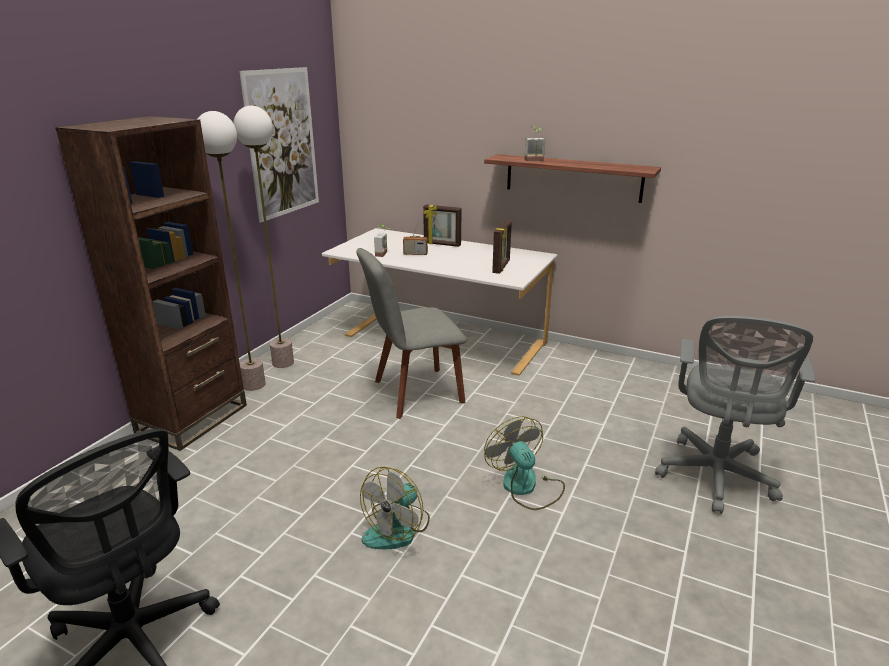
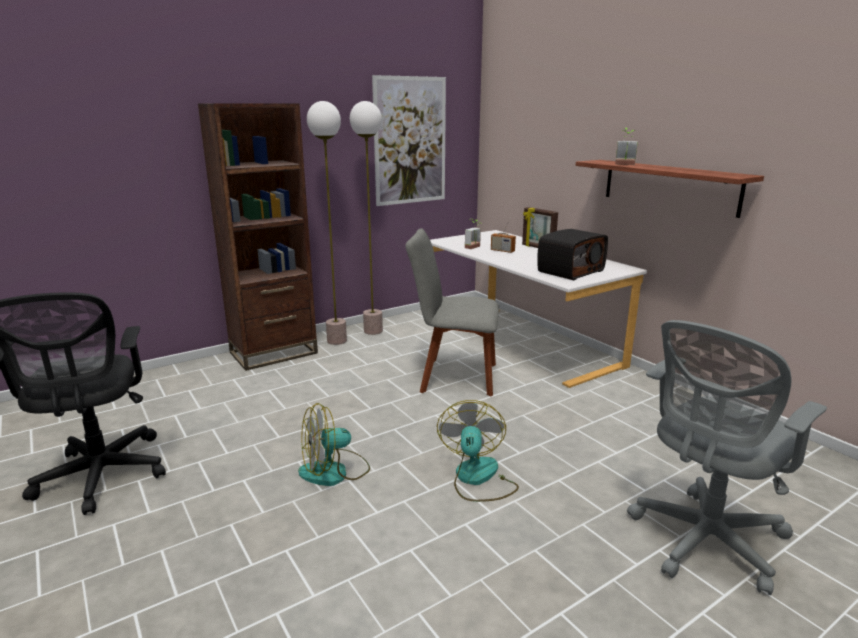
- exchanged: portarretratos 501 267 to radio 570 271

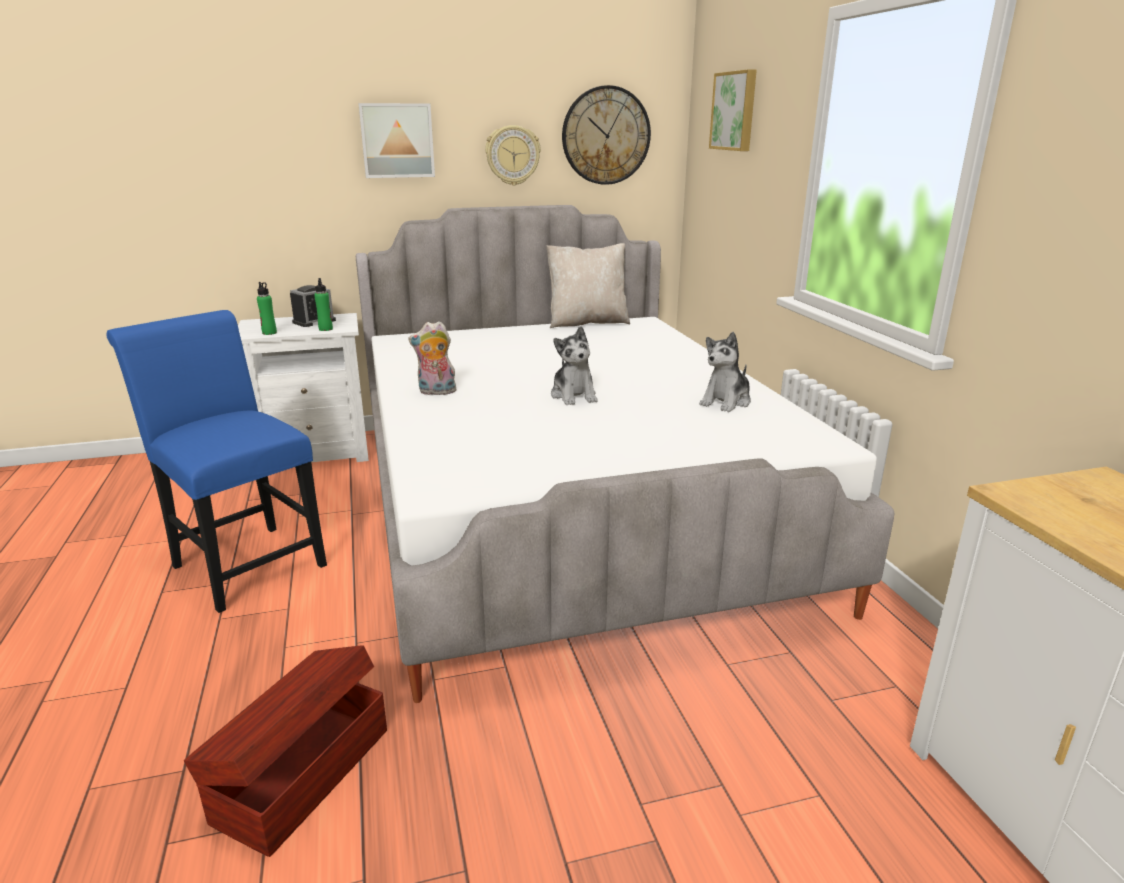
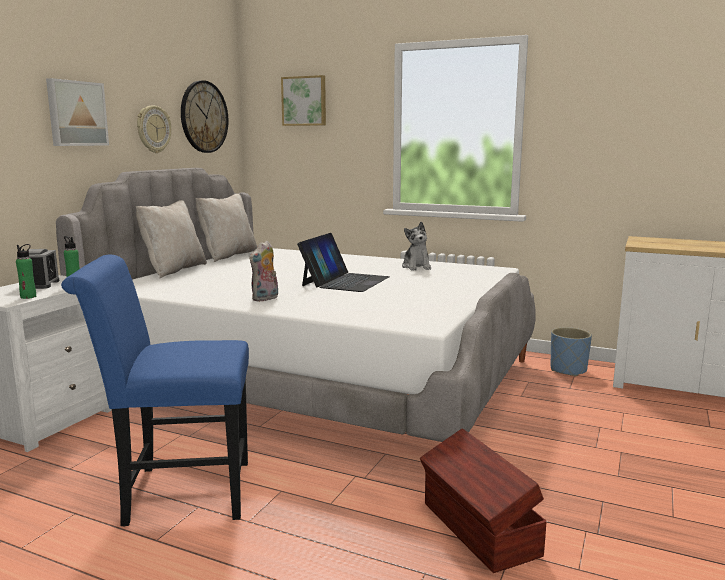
- appeared: cojín [beis] 173 270
- appeared: maceta [azul] 568 370
- exchanged: peluche 574 395 to portátil 345 281

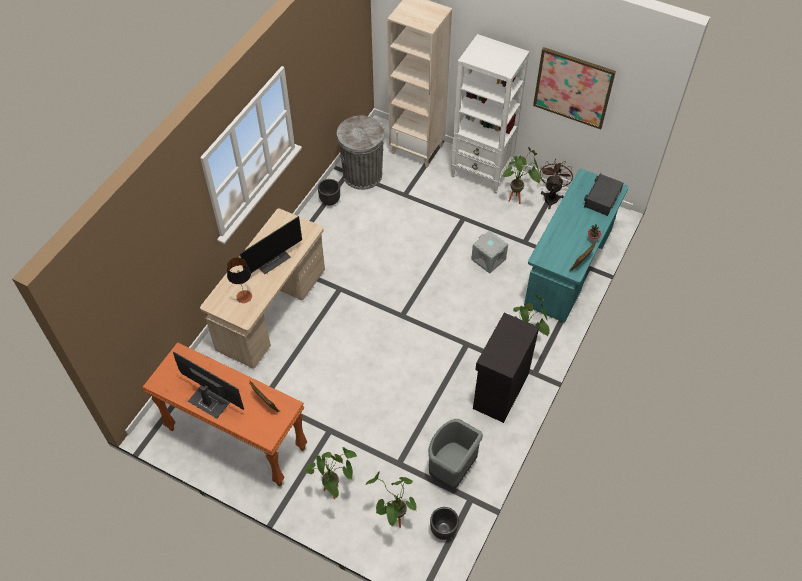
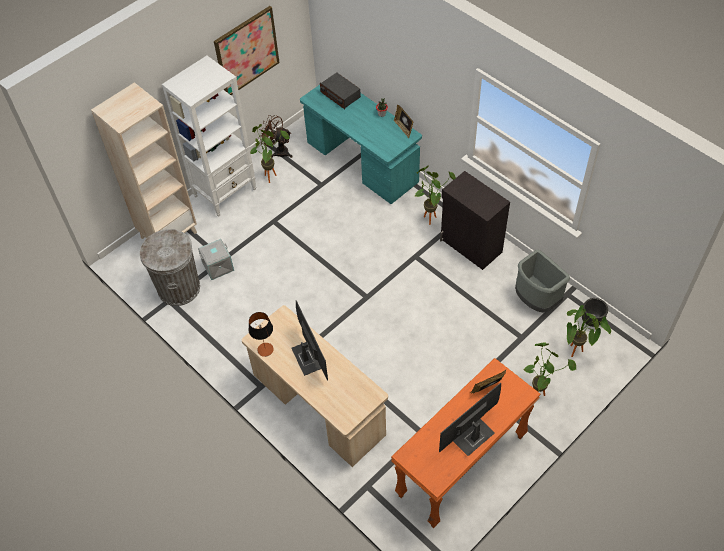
- missing: maceta [negro] 330 200
- relocated: lámpara de mesa 244 296 to 265 349
- relocated: caja de almacenaje [gris] 488 259 to 218 267

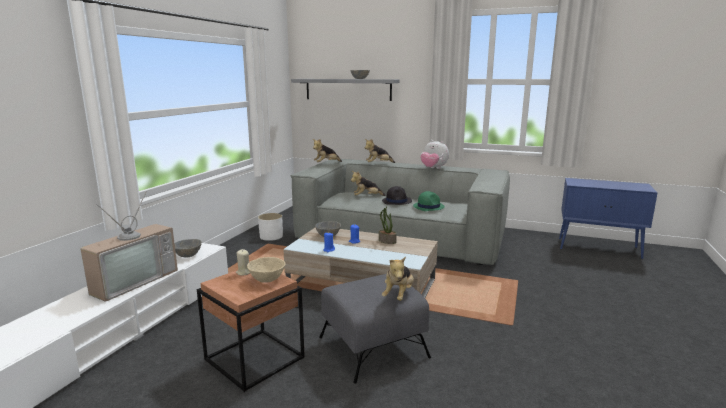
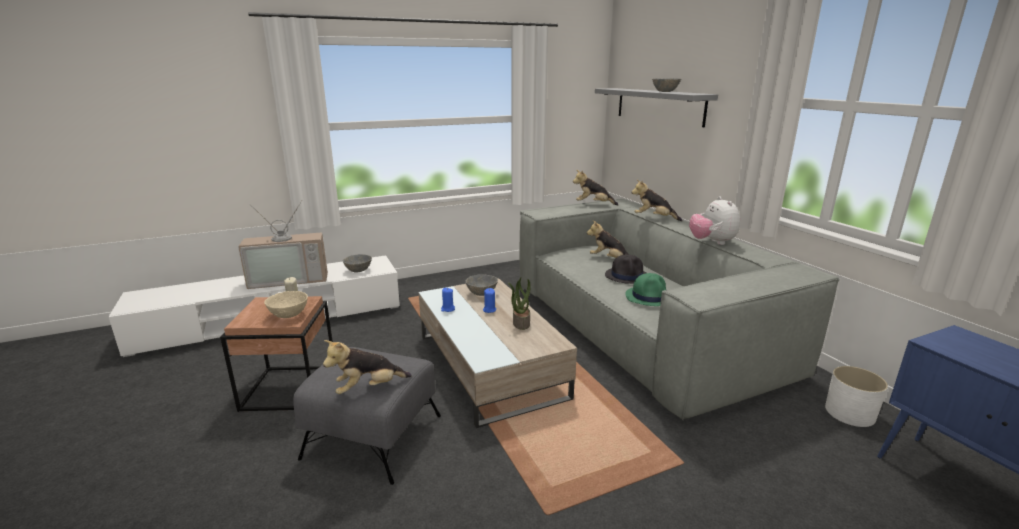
- relocated: maceta [blanco] 271 236 to 850 413

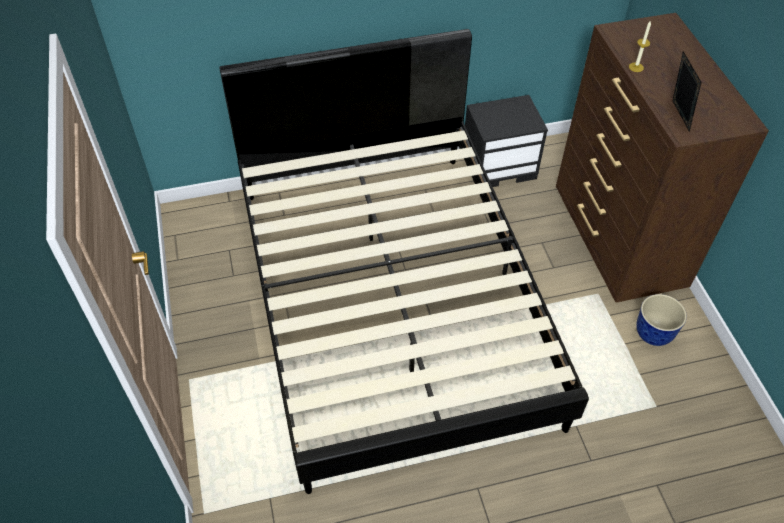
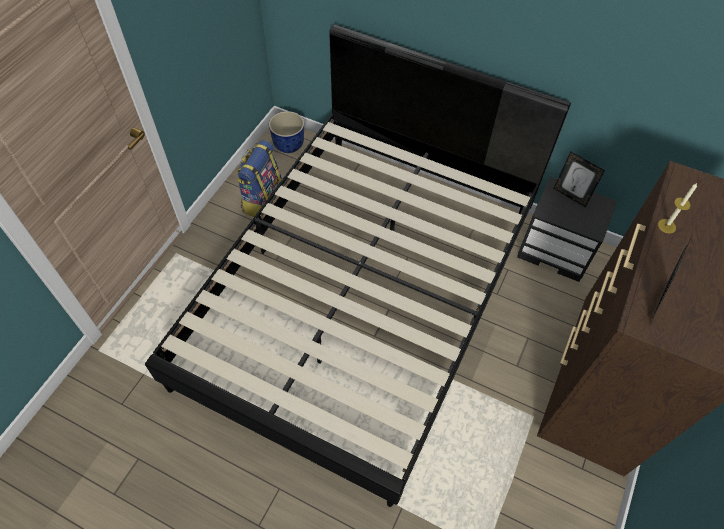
- appeared: mochila 262 200
- appeared: portarretratos 570 196
- relocated: maceta 653 334 to 289 146

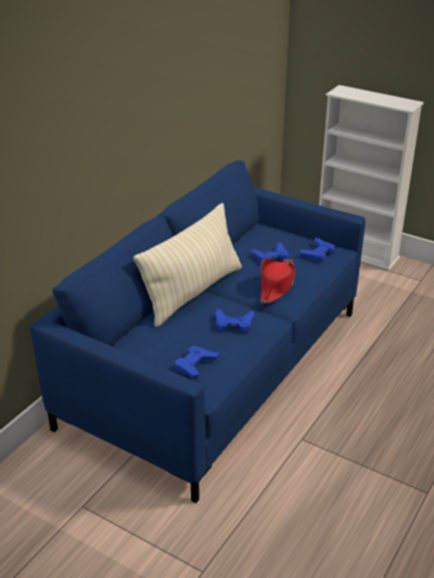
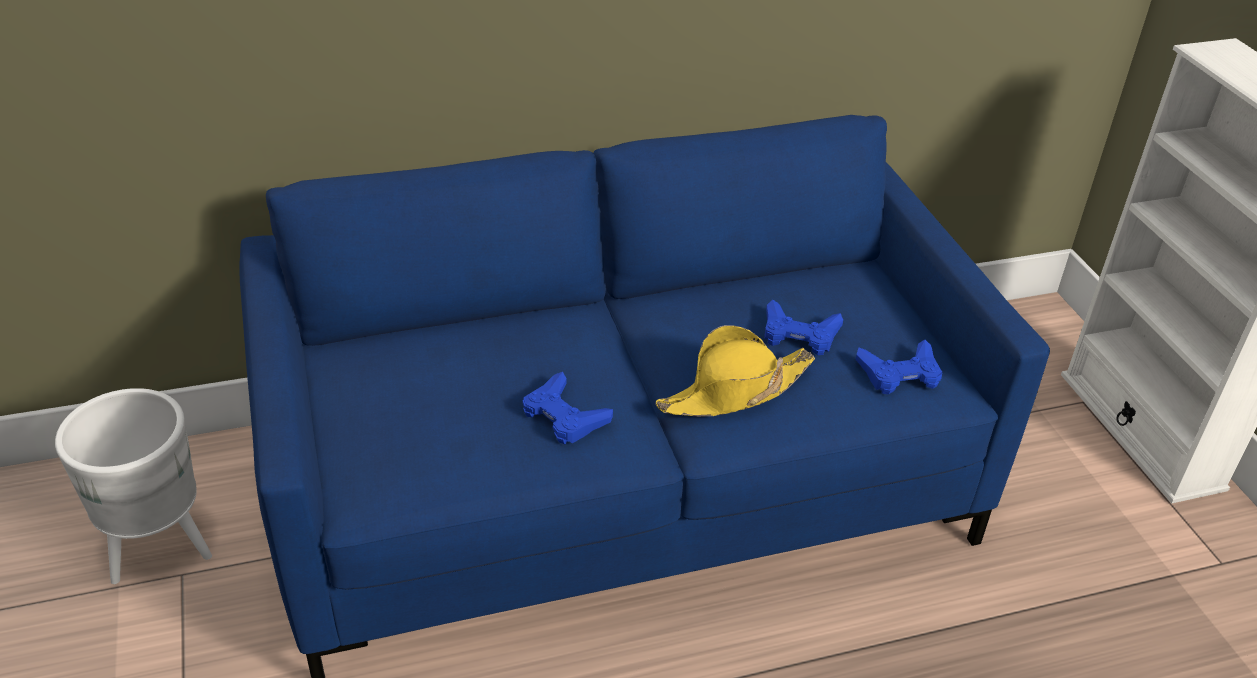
- missing: cojín [beis] 193 292
- missing: mando de consola [azul] 195 365
- appeared: maceta [blanco] 160 552
- colour: sombrero [rojo] 276 285 to sombrero [amarillo] 735 391

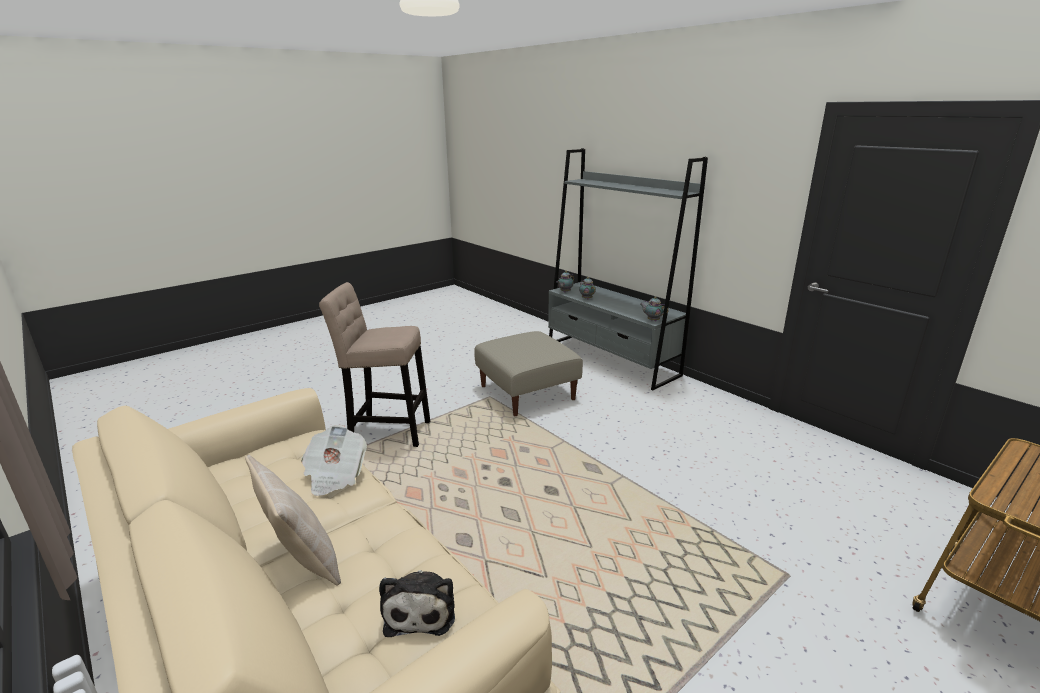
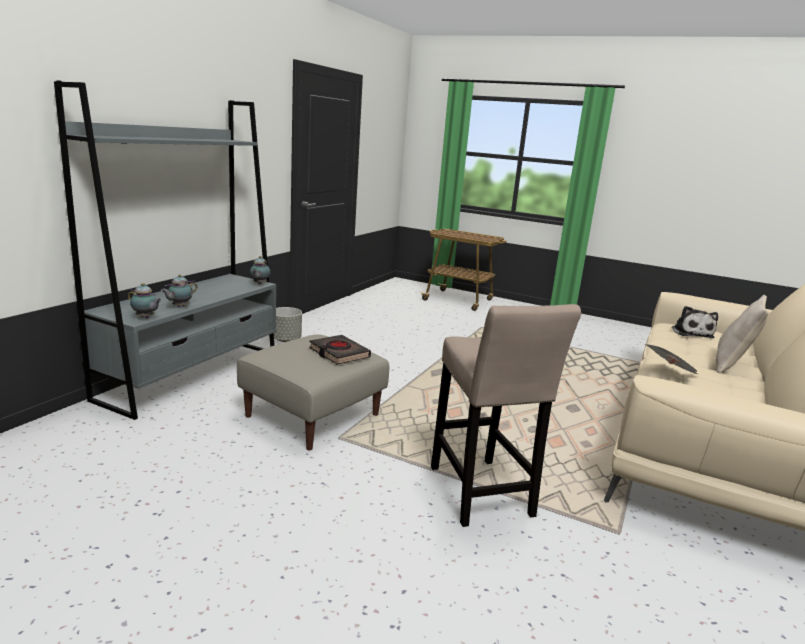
- appeared: maceta [gris] 285 339
- appeared: libro [negro] 339 353
- spun: peluche 420 609 = 691 333 120 degrees clockwise

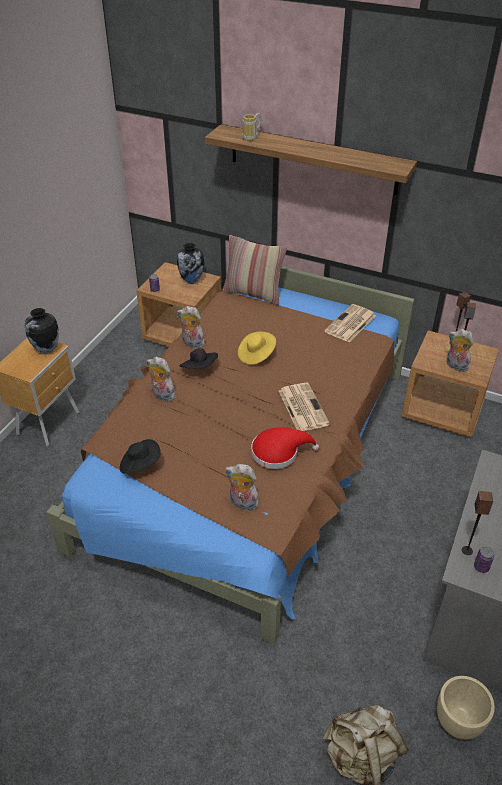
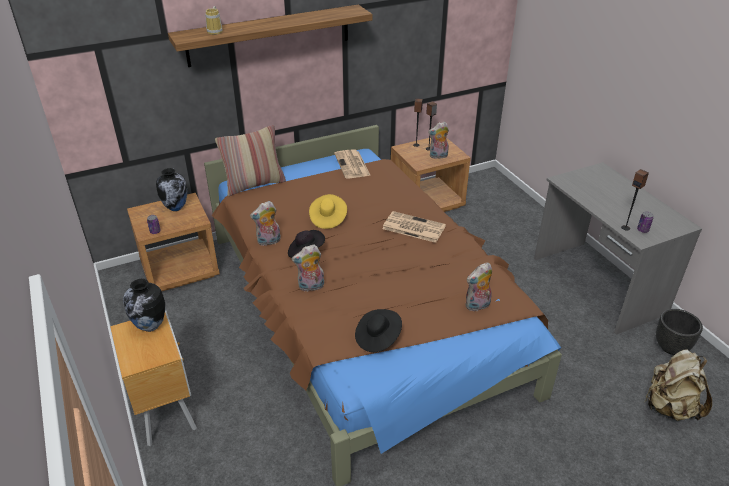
- missing: sombrero [rojo] 278 452
- colour: maceta [beis] 457 722 to maceta [negro] 671 348

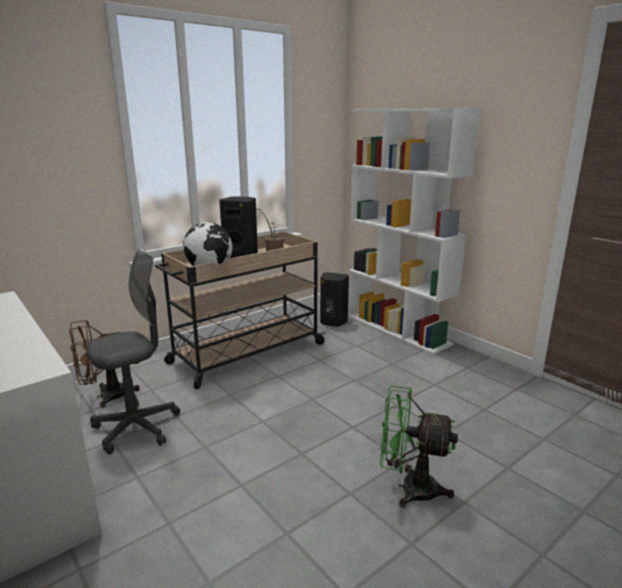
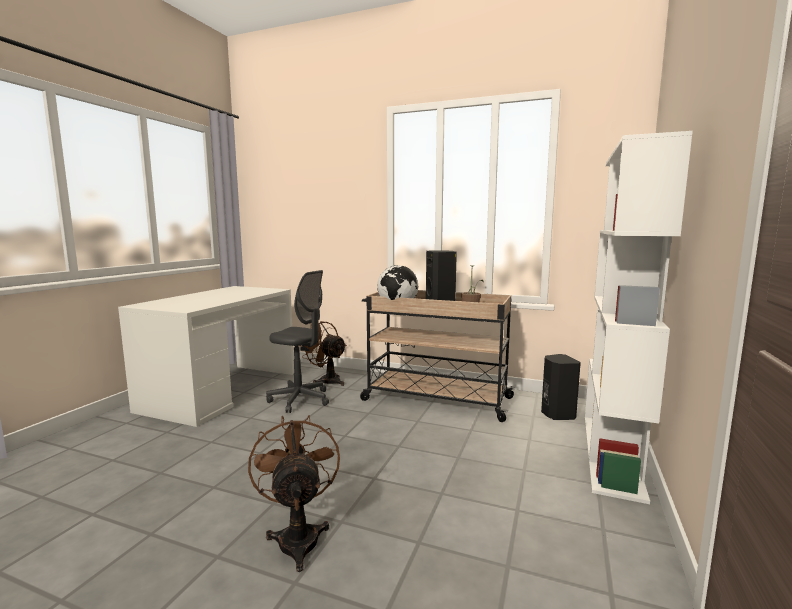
- colour: ventilador [verde] 409 488 to ventilador [marrón] 298 536

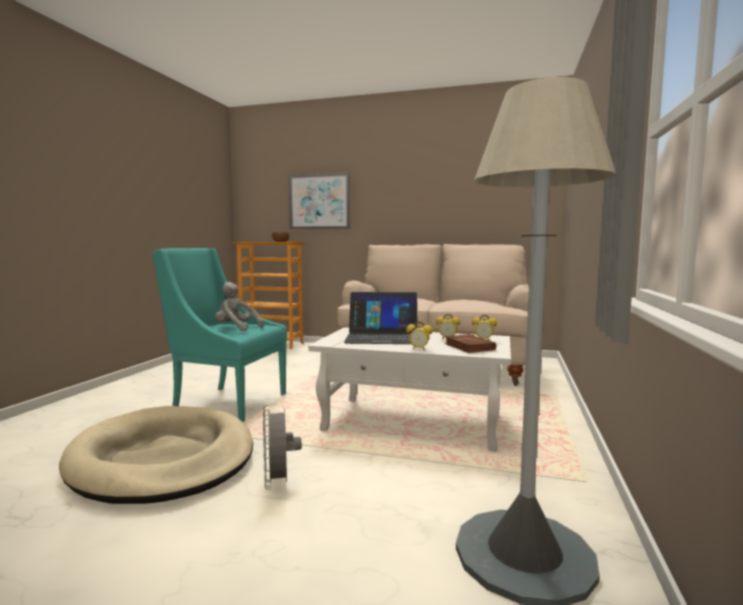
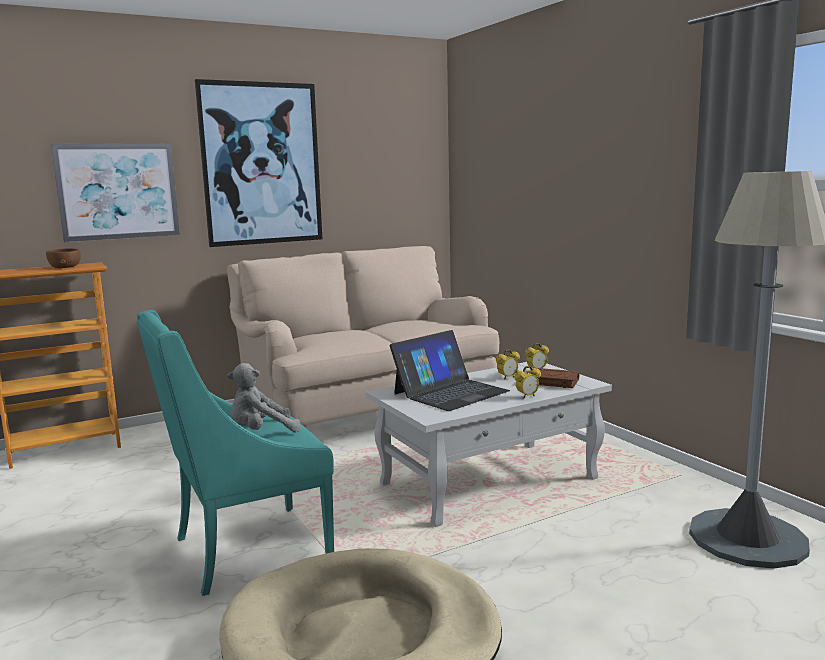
- missing: ventilador [gris] 279 483
- appeared: cuadro 261 164

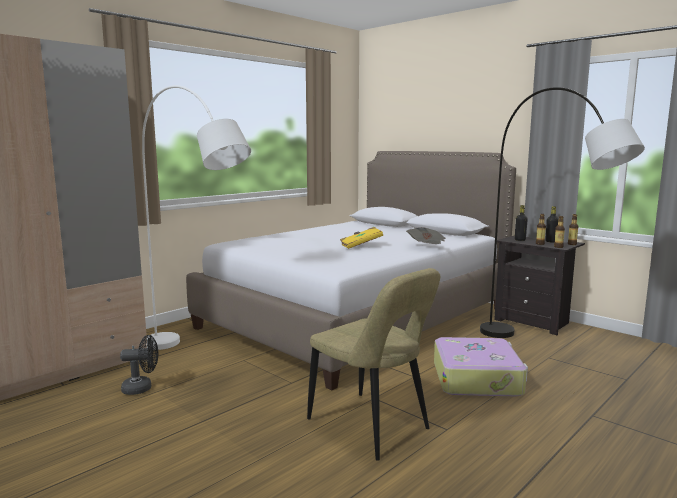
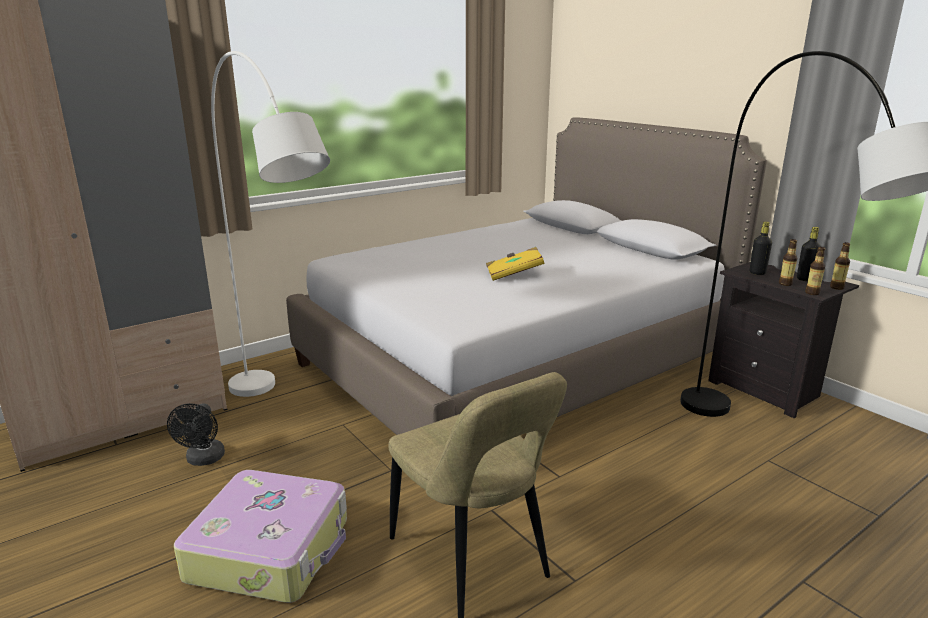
- missing: periódico 426 247
- relocated: maleta 477 378 to 271 549
- spun: ventilador [negro] 142 388 = 204 460 90 degrees clockwise

